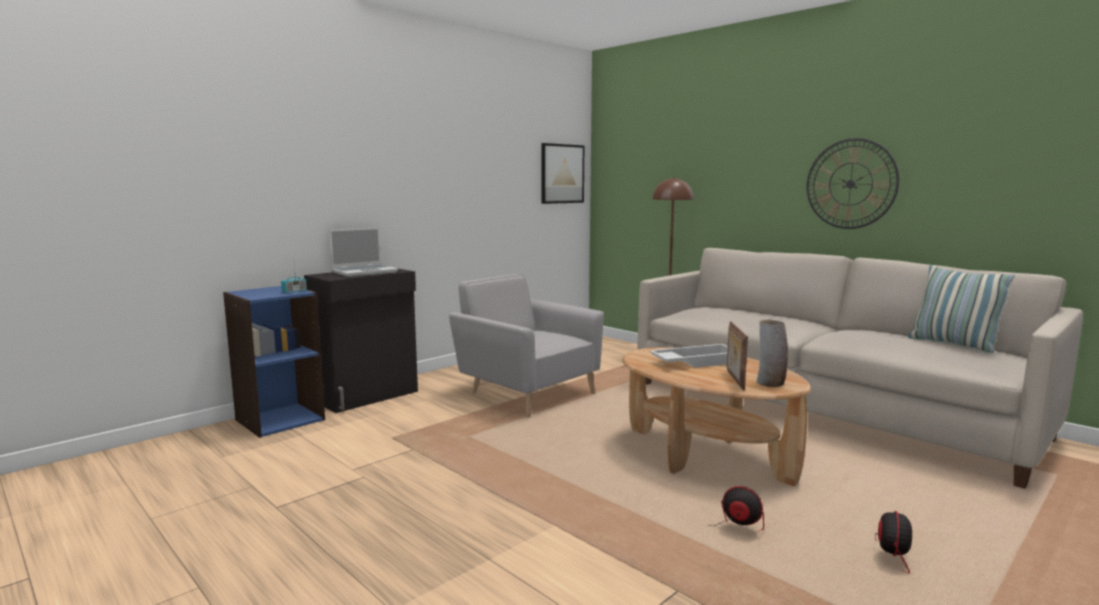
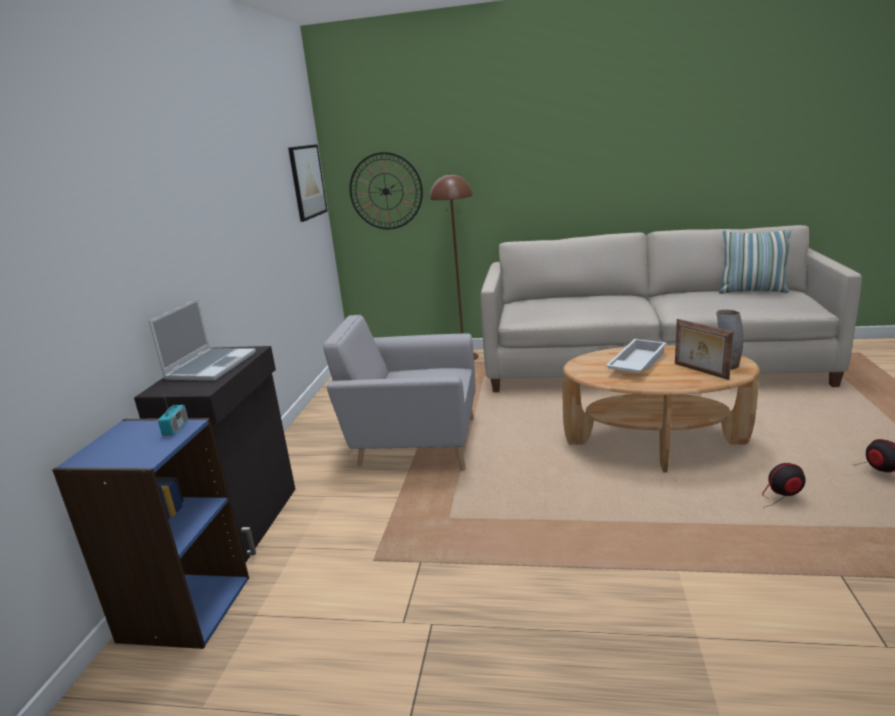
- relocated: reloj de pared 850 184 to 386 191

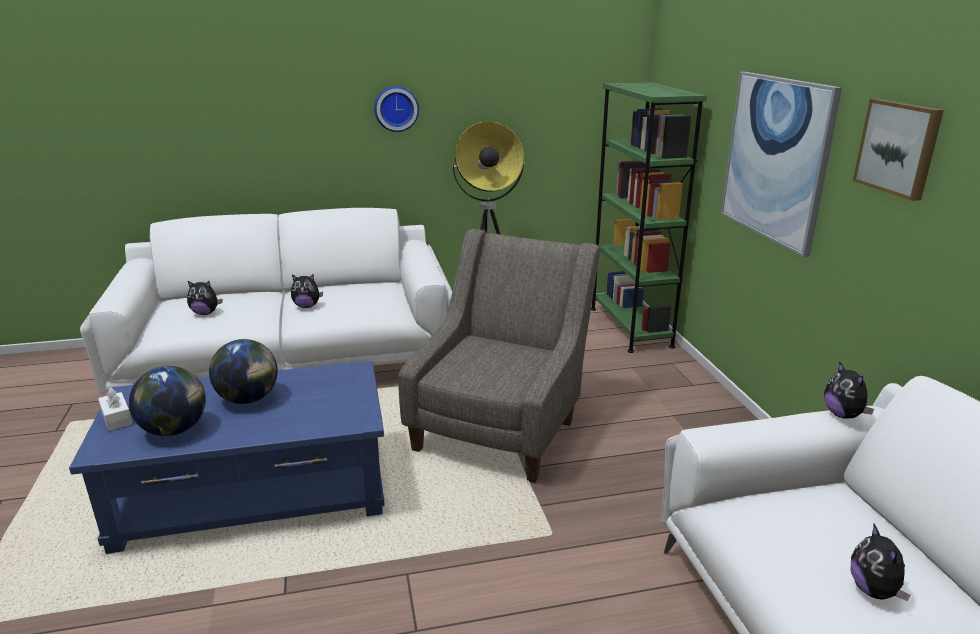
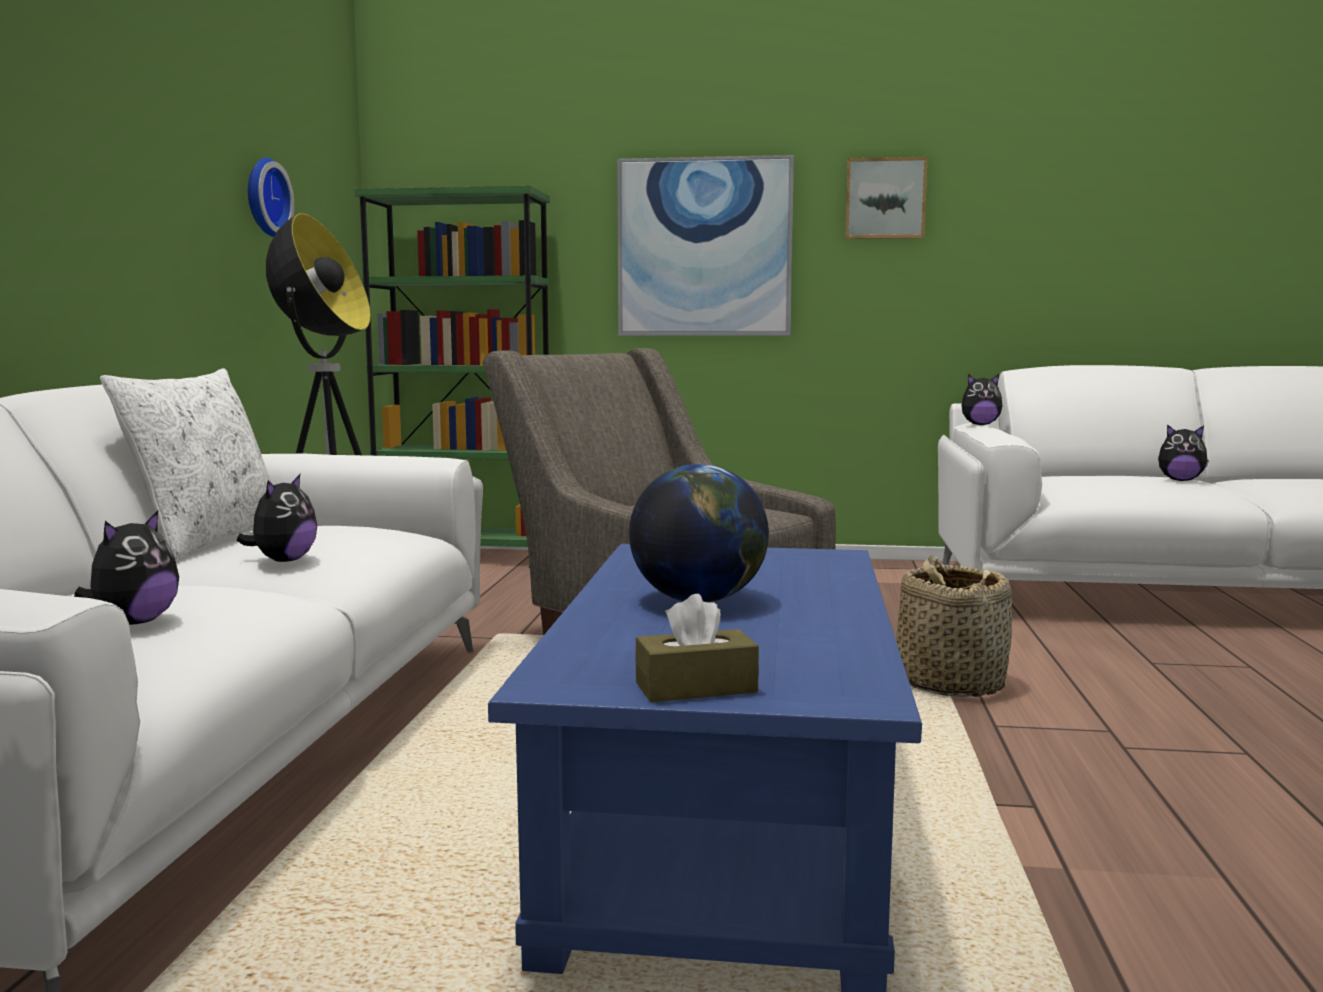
- missing: globo terráqueo 175 430
- appeared: cojín [blanco] 207 541
- appeared: cesta 949 683
- relocated: reloj de pared 396 108 to 264 197
- colour: caja de pañuelos [blanco] 117 418 to caja de pañuelos [marrón] 696 687

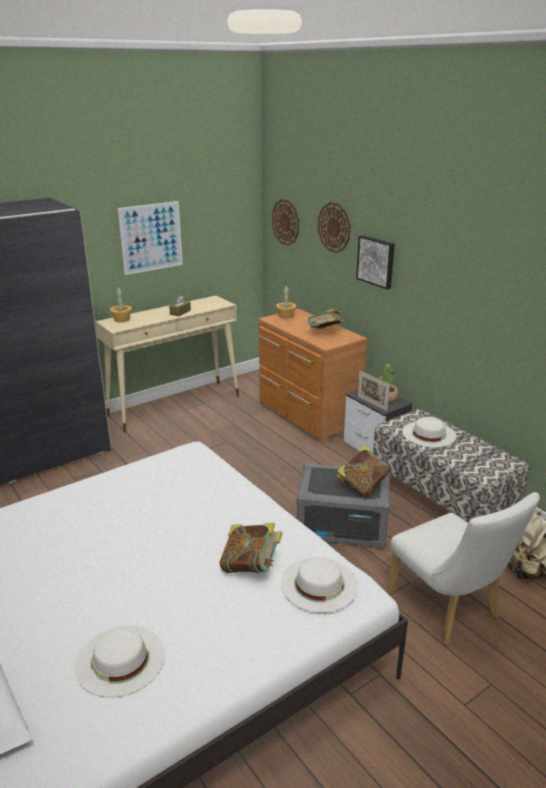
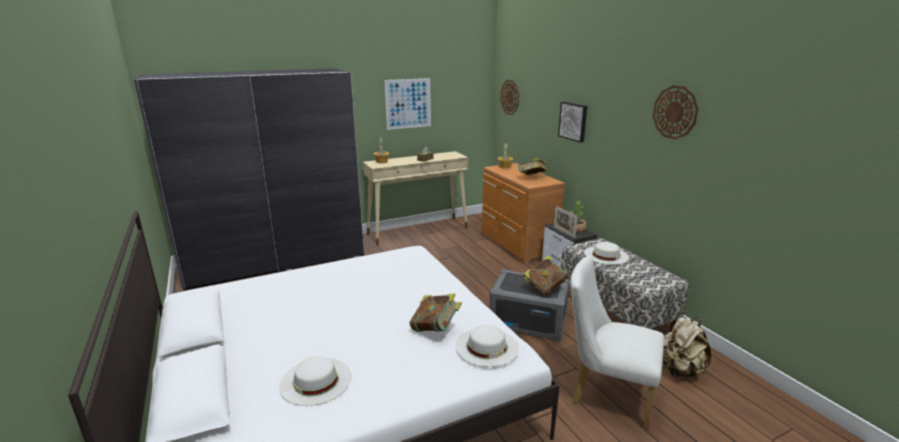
- relocated: reloj de pared 334 227 to 675 112
- spun: silla [blanco] 448 610 = 605 393 135 degrees clockwise

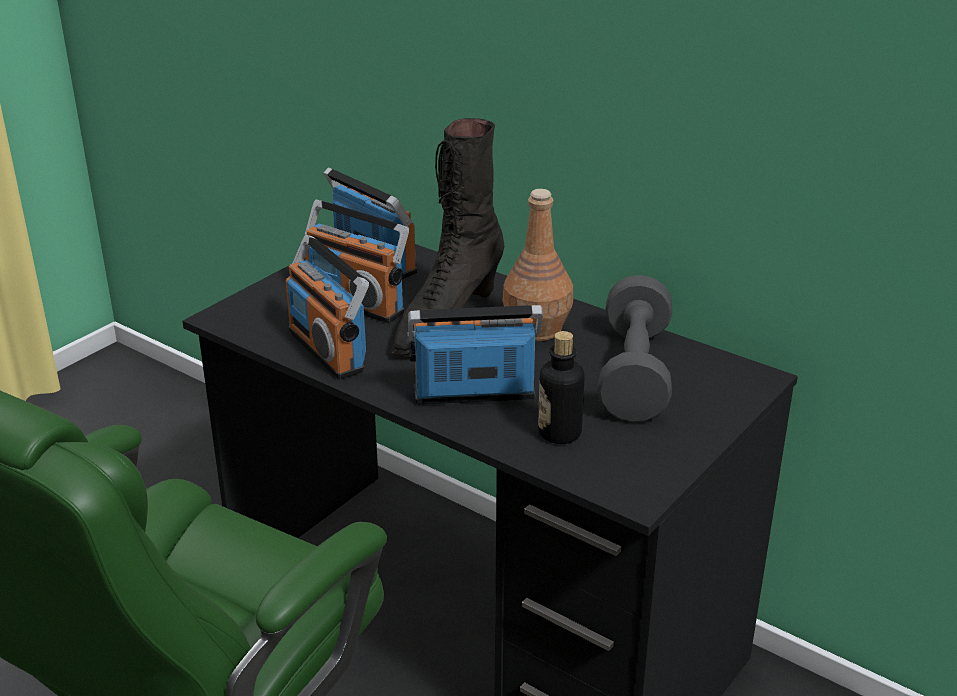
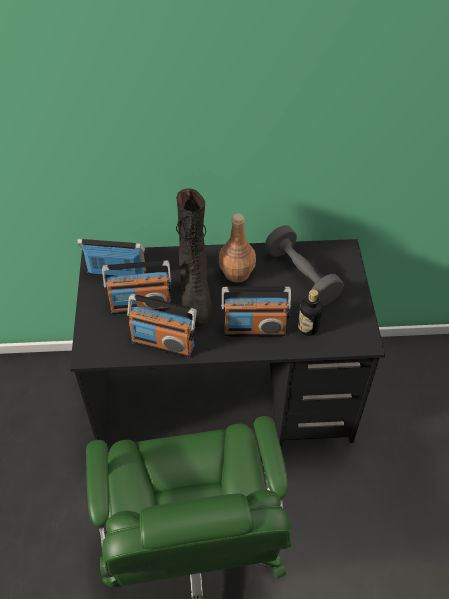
- spun: radio 474 395 = 254 329 135 degrees counterclockwise

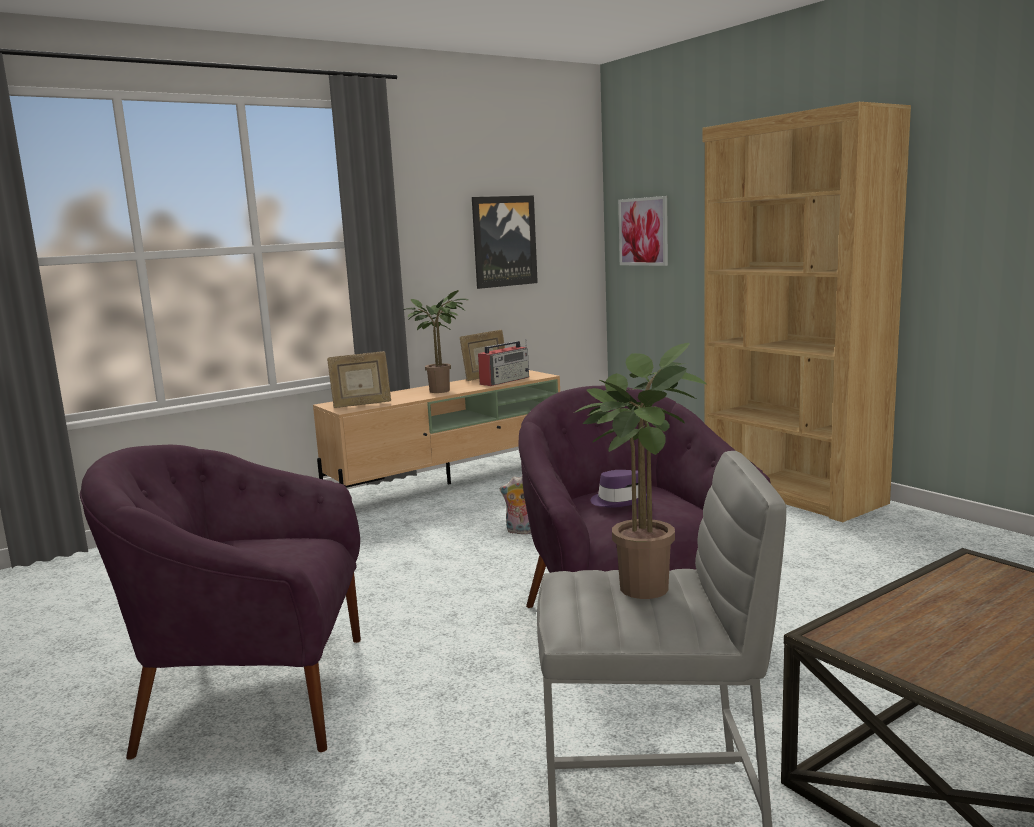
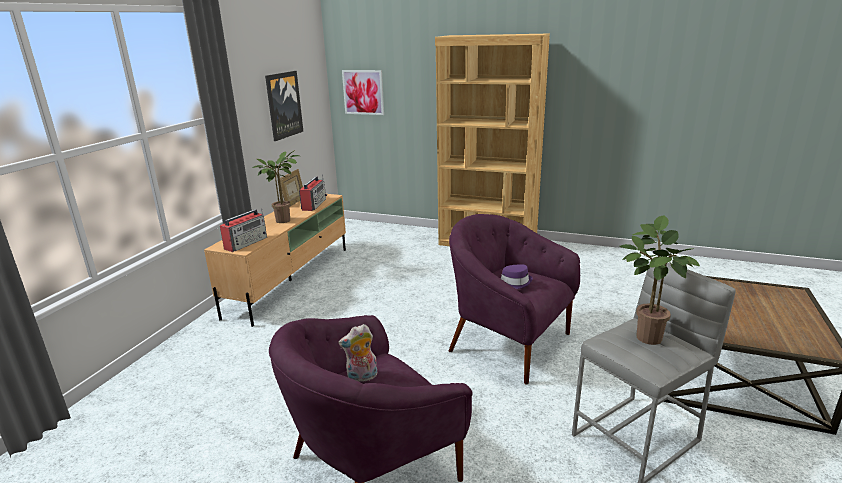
- relocated: peluche 519 532 to 362 377
- exchanged: portarretratos 361 405 to radio 246 243

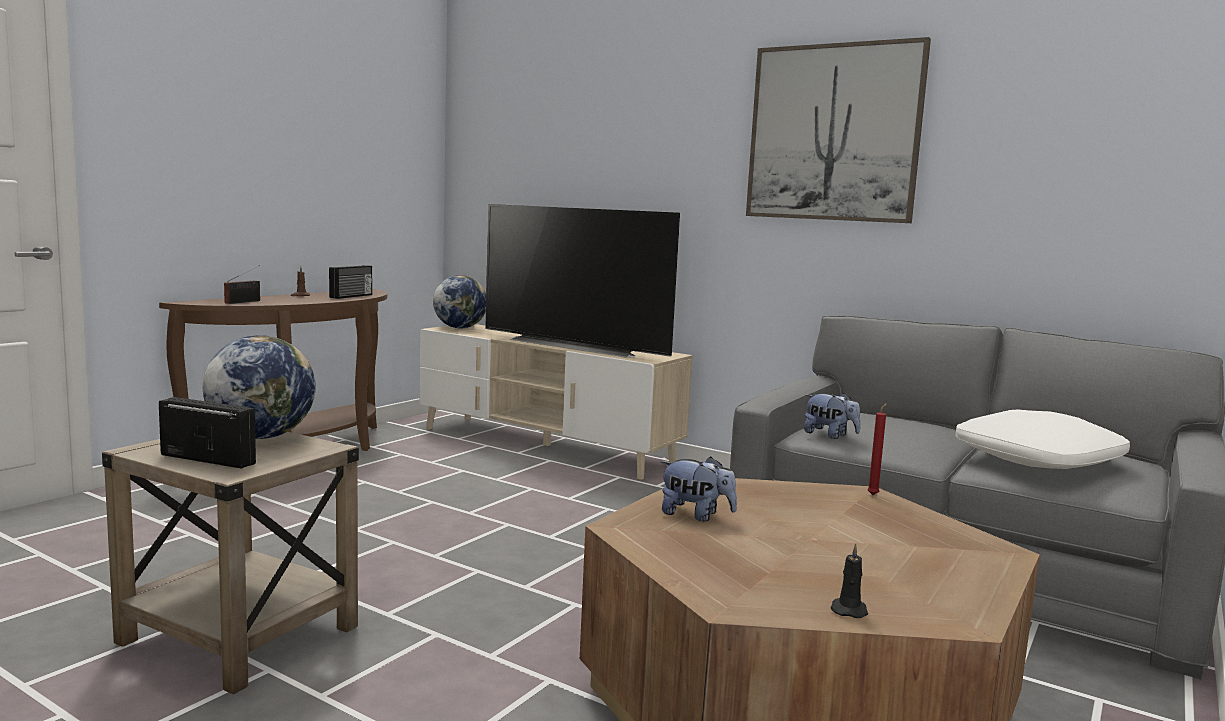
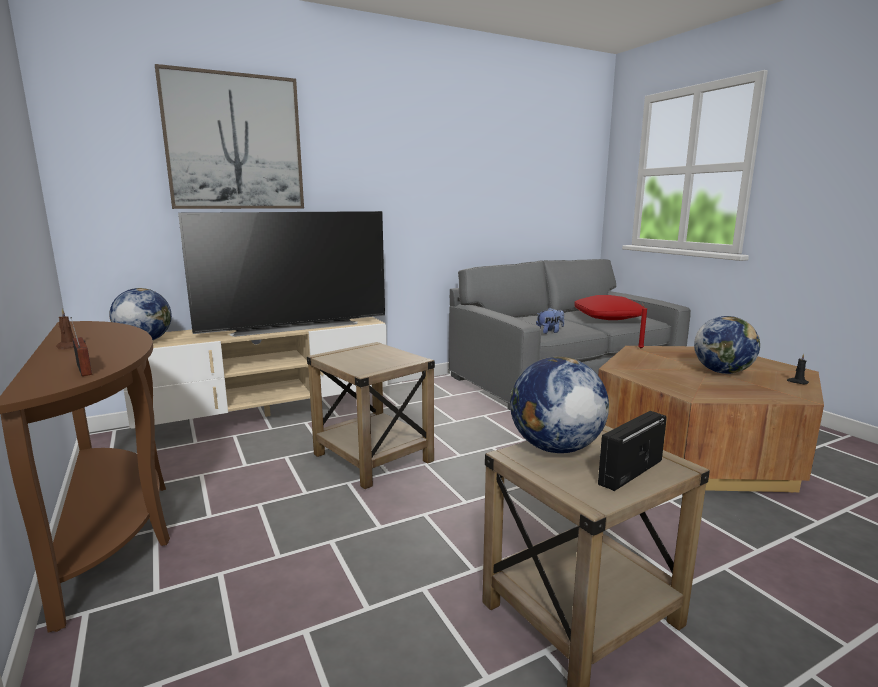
- missing: radio 352 296
- missing: peluche 696 515
- appeared: mesa auxiliar [beis] 372 458
- appeared: globo terráqueo 722 372
- relocated: cuadro 833 133 to 234 142
- colour: cojín [blanco] 1038 459 to cojín [rojo] 608 317

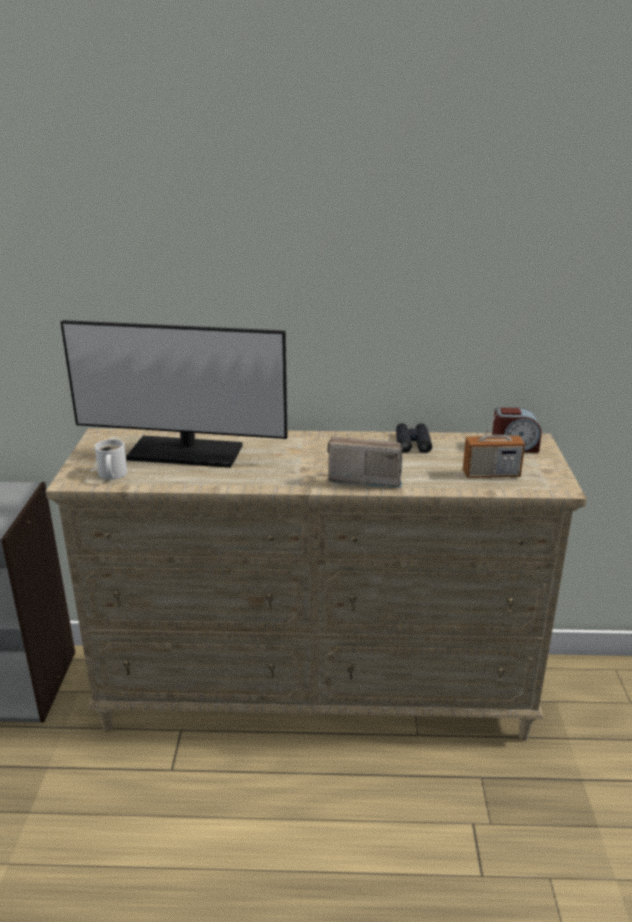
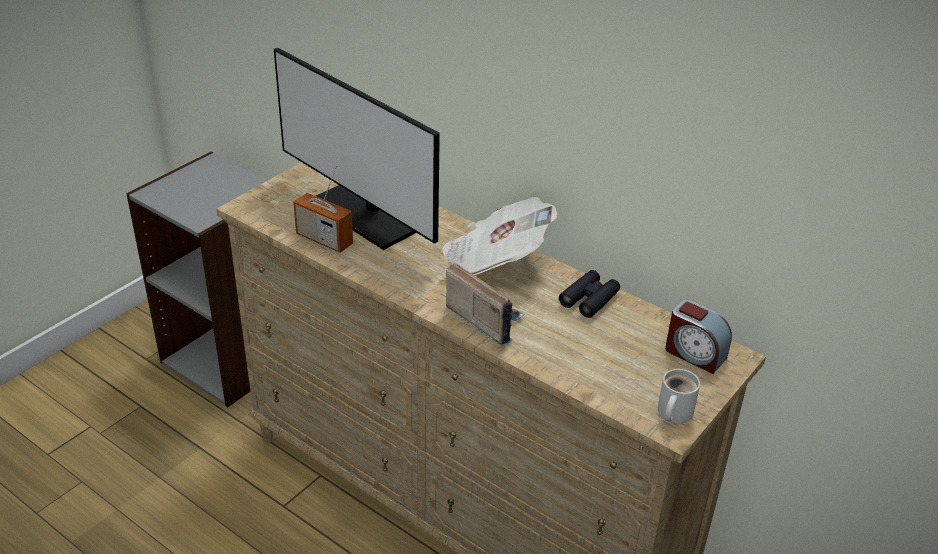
- appeared: periódico 495 261
- relocated: taza grande [blanco] 111 474 to 672 412
- relocated: radio 491 474 to 324 239

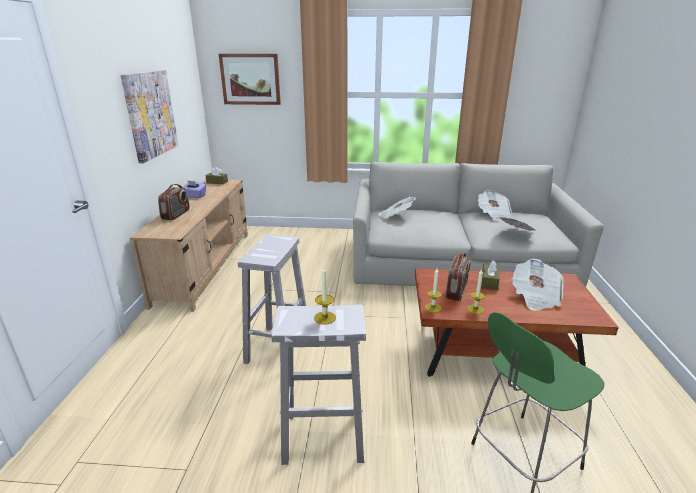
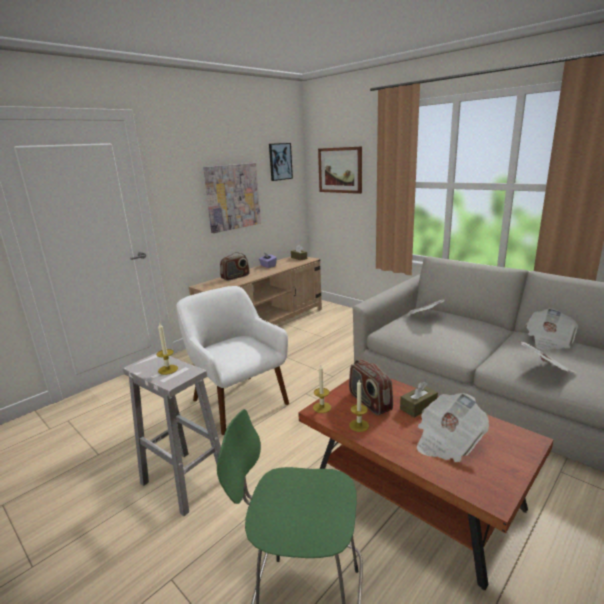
- appeared: cuadro 280 161
- exchanged: taburete [blanco] 278 346 to sillón [blanco] 238 402
- spun: radio 457 291 = 369 402 90 degrees clockwise

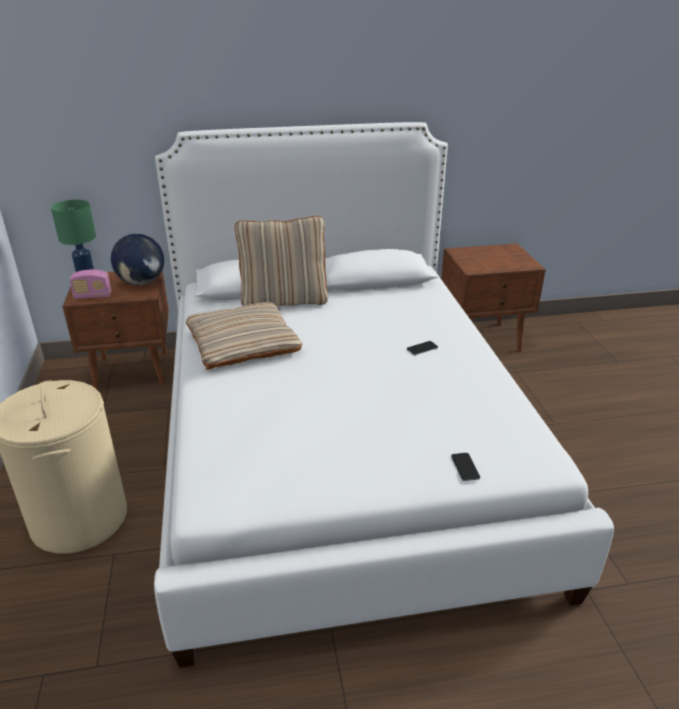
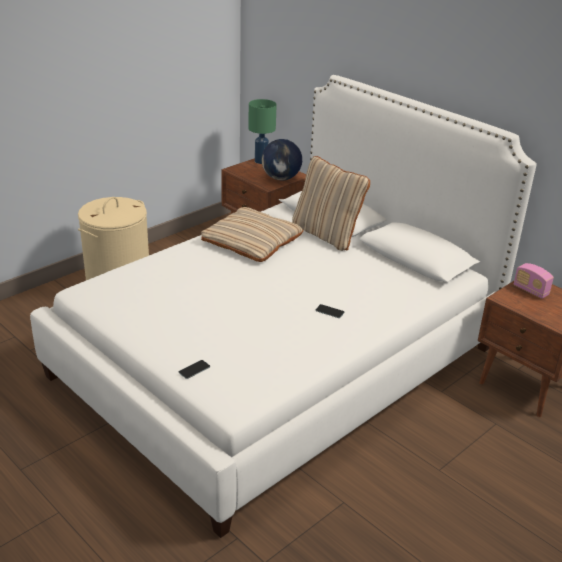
- relocated: radio 93 296 to 530 290

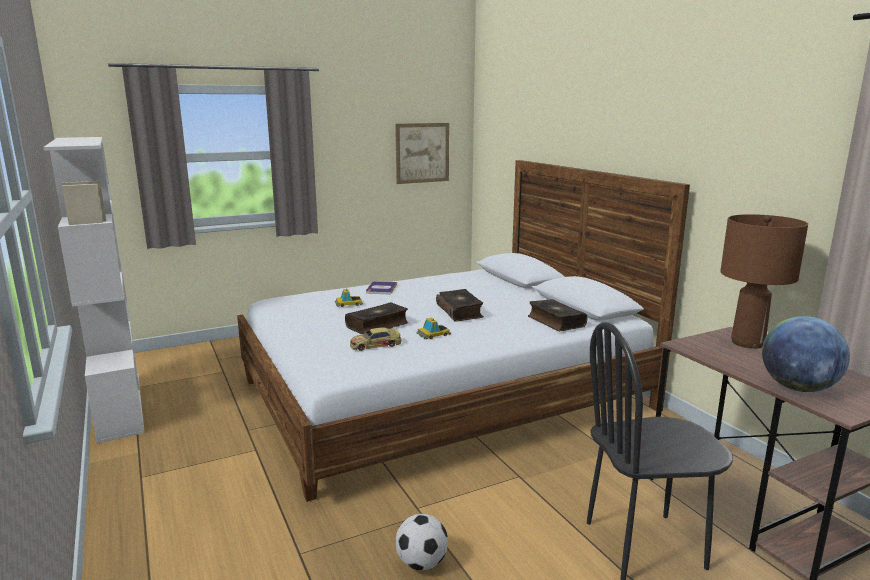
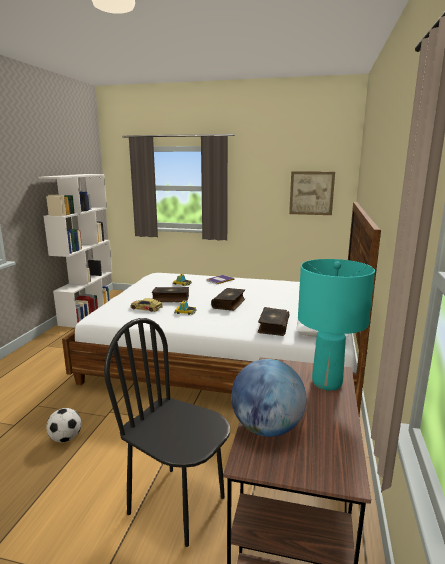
- colour: lámpara de mesa [marrón] 747 343 to lámpara de mesa [turquesa] 327 382

